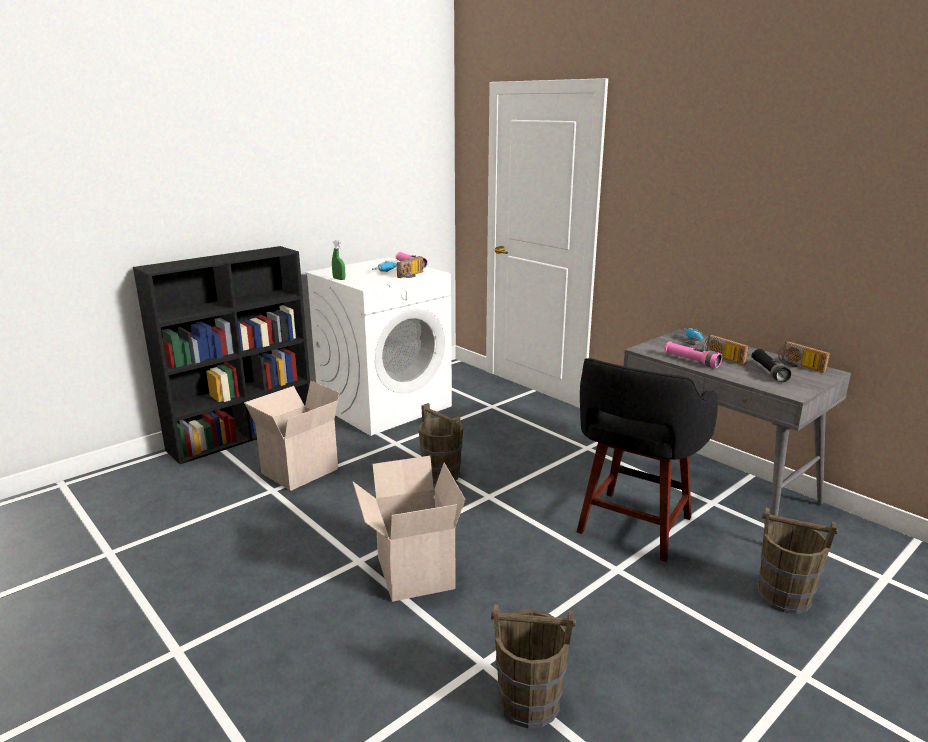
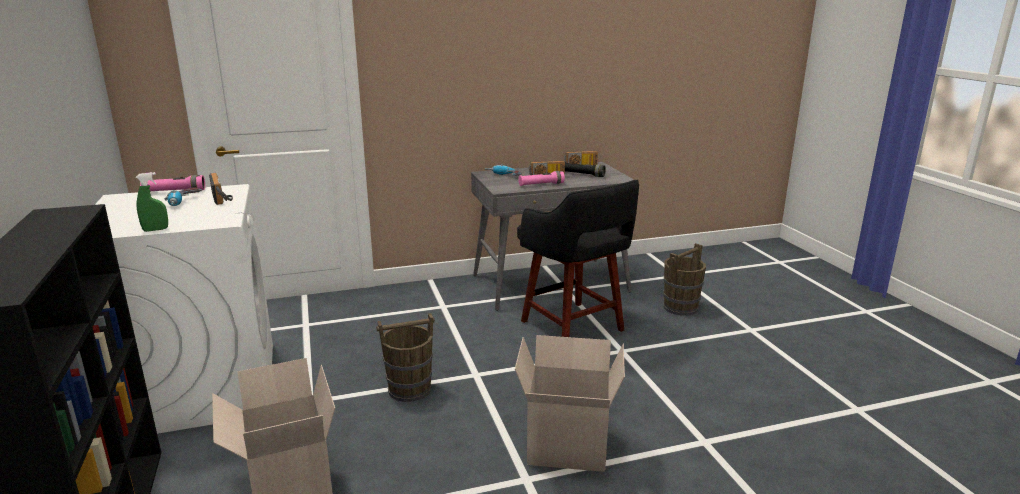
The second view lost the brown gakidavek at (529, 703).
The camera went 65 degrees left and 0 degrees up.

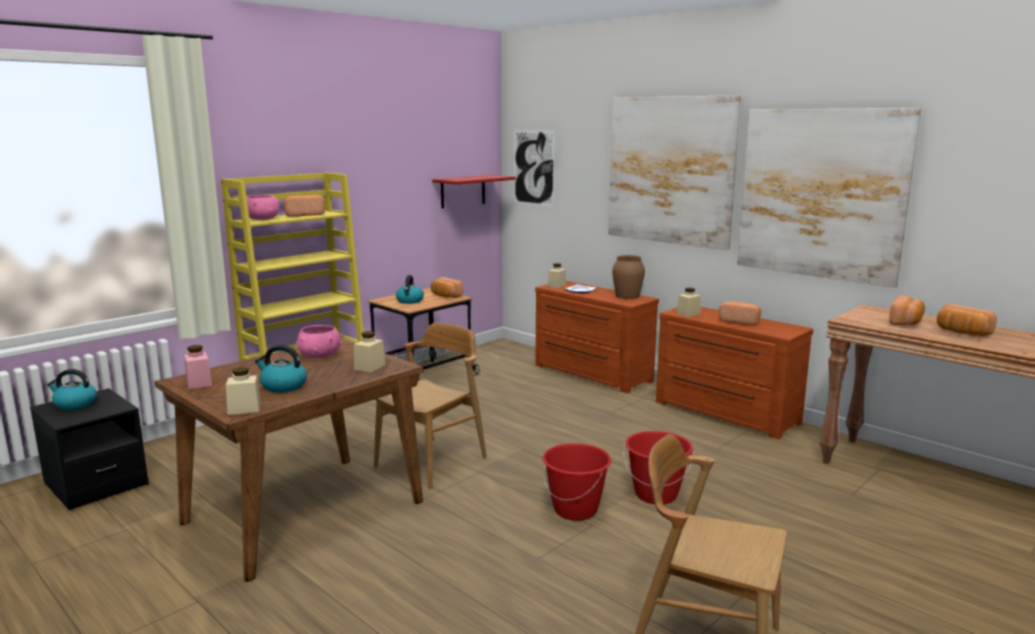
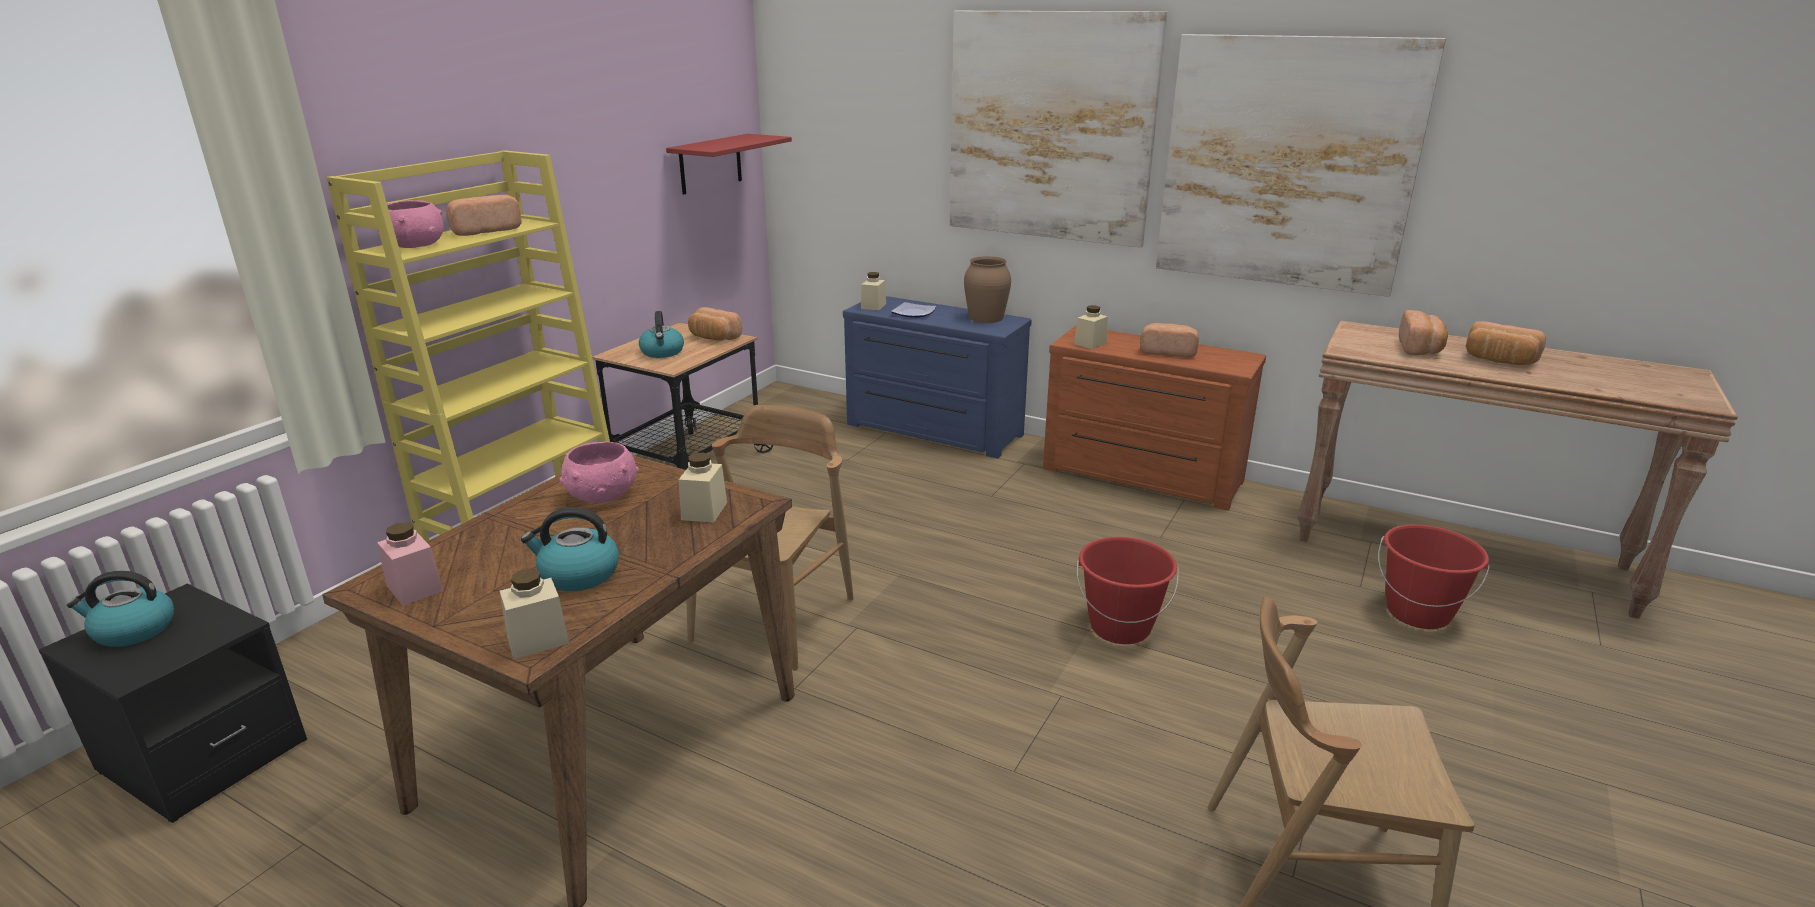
The second view lost the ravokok at (533, 167).
What was the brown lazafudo at (590, 374) turned into the blue lazafudo at (932, 431).
The red gakidavek ended up elsewhere, having gone from (575, 510) to (1418, 613).
The camera went 15 degrees left and 10 degrees up.

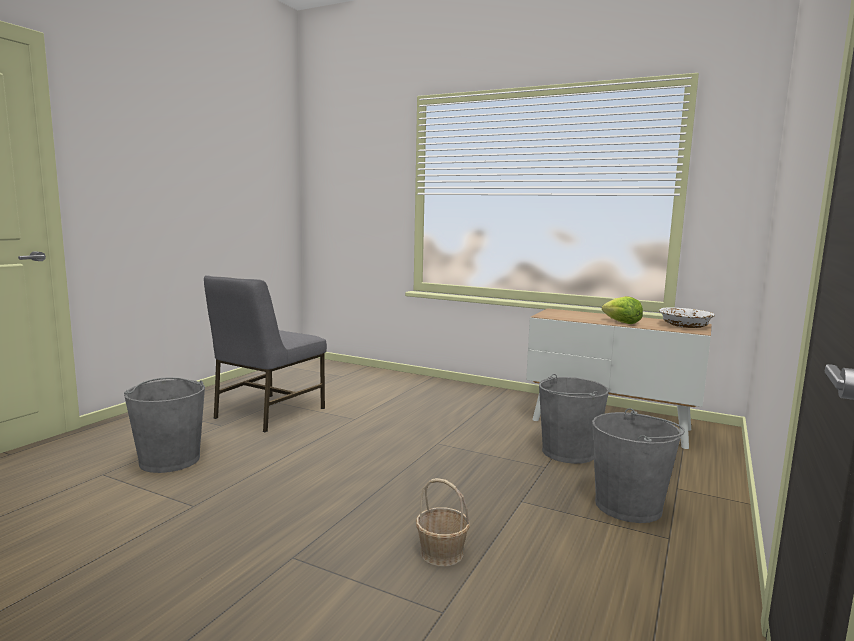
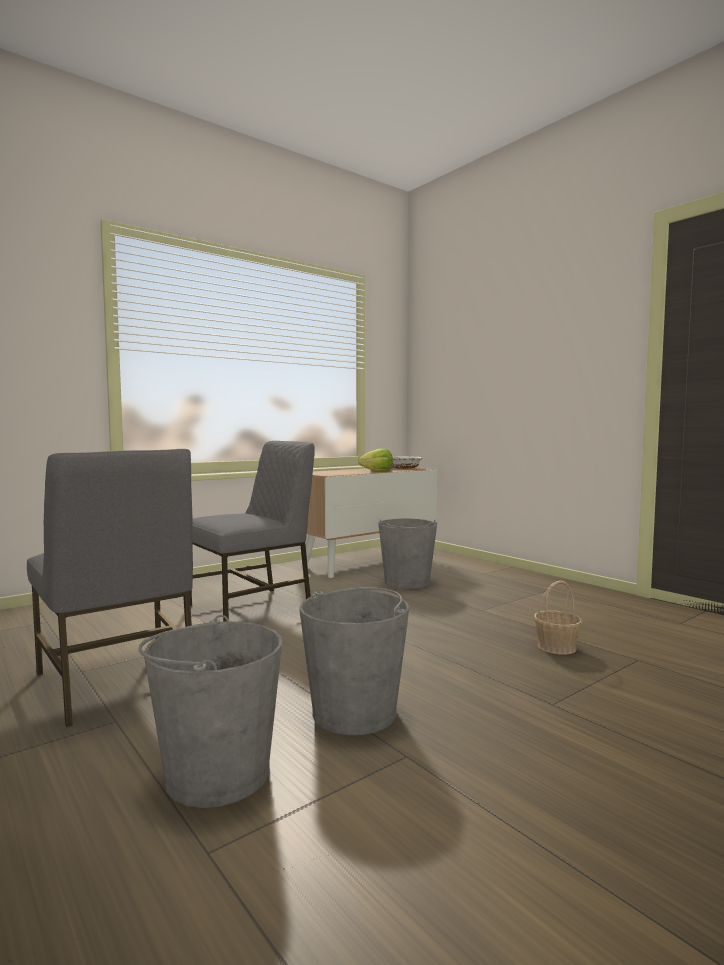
The grey gakidavek ended up elsewhere, having gone from (629, 506) to (355, 712).
The second view gained the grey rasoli at (252, 607).
The camera went 65 degrees left and 5 degrees down.

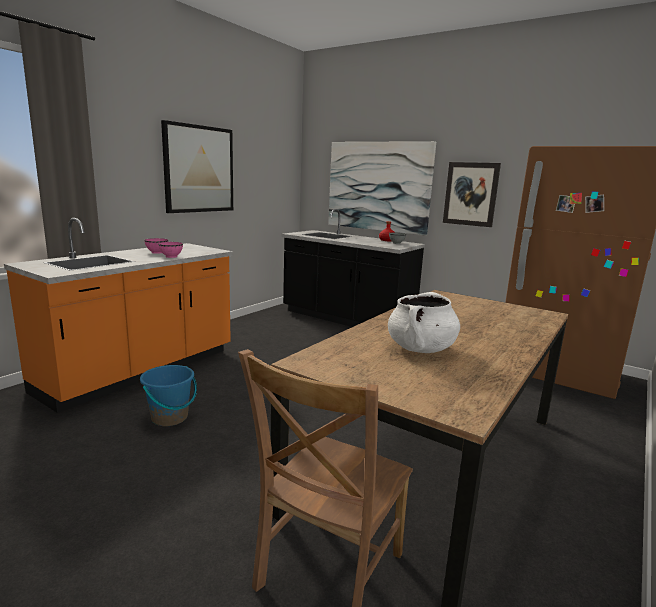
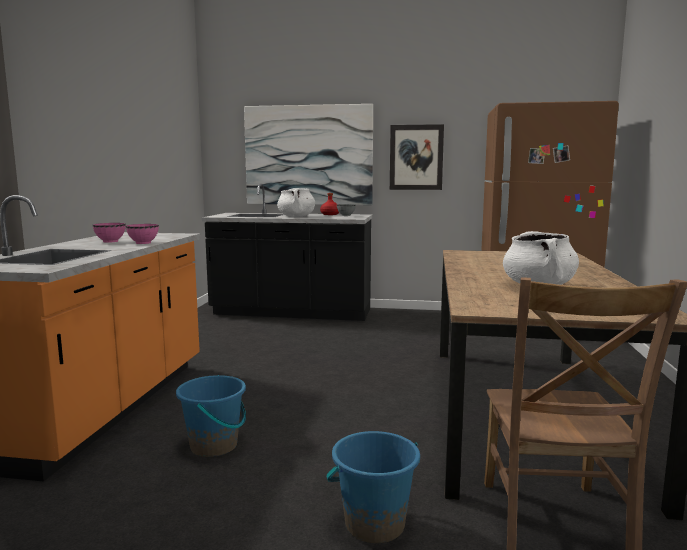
The second view lost the ravokok at (199, 169).
The second view gained the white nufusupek at (296, 217).
The second view gained the blue gakidavek at (374, 524).
The camera went 25 degrees left and 5 degrees down.

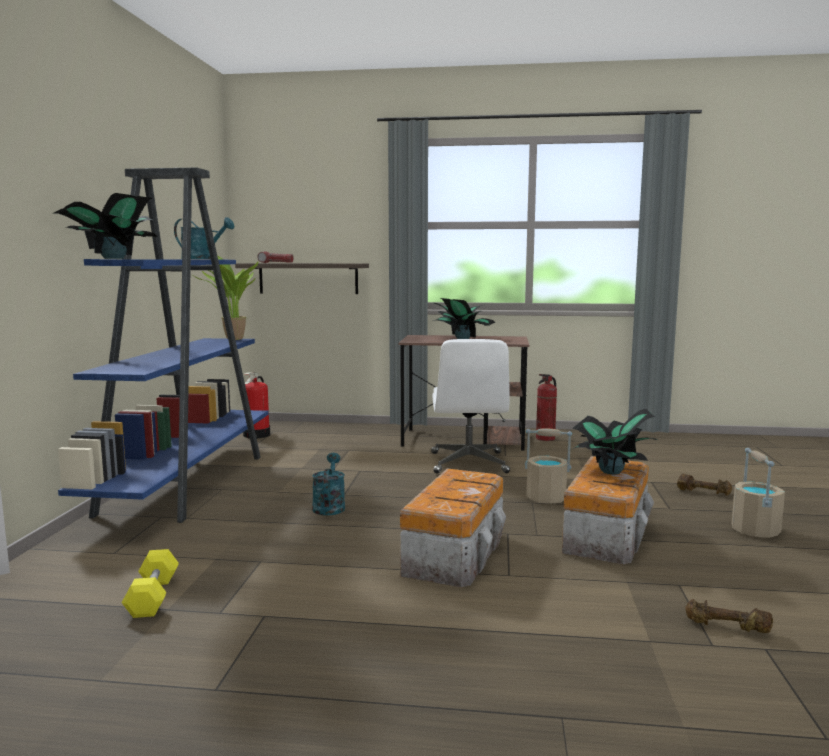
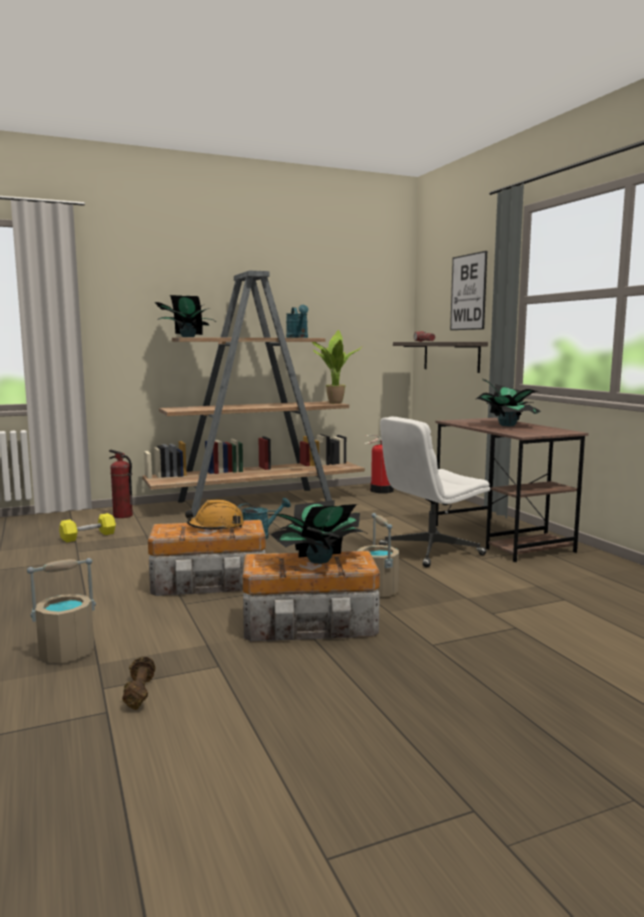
What was the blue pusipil at (187, 483) turned into the brown pusipil at (257, 502).
The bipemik ended up elsewhere, having gone from (545, 438) to (122, 516).
The beige gakidavek ended up elsewhere, having gone from (754, 530) to (67, 652).
The second view lost the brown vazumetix at (703, 492).
The second view gained the ravokok at (468, 292).
The second view gained the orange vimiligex at (216, 527).
The camera went 60 degrees right and 0 degrees up.

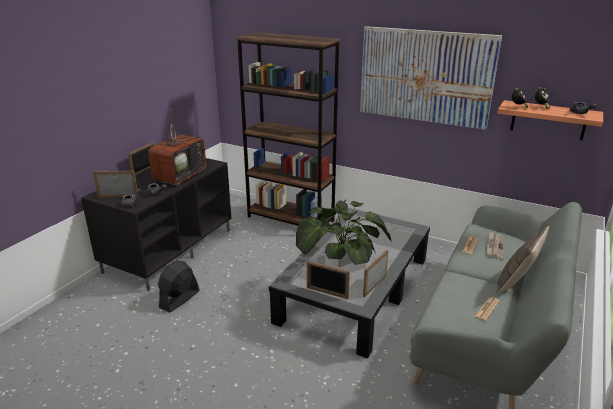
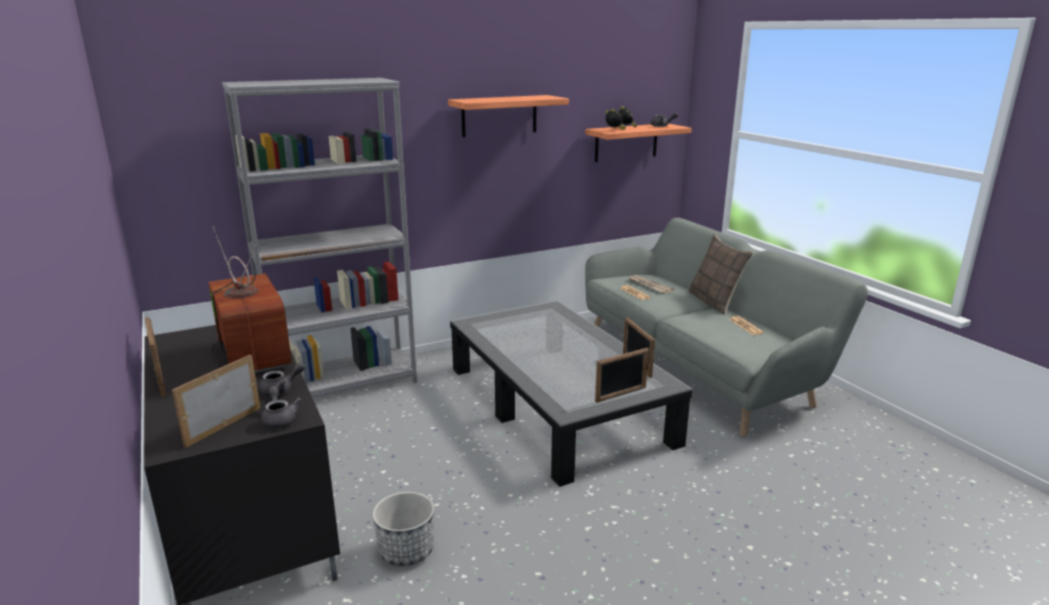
Where the ravokok hung at (425, 76), the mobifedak came to hang at (499, 115).
What was the brown pusipil at (291, 219) turned into the grey pusipil at (344, 385).
The second view lost the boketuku at (341, 259).
Where the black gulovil stood at (179, 299), the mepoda came to stand at (407, 551).
The camera went 55 degrees left and 5 degrees down.

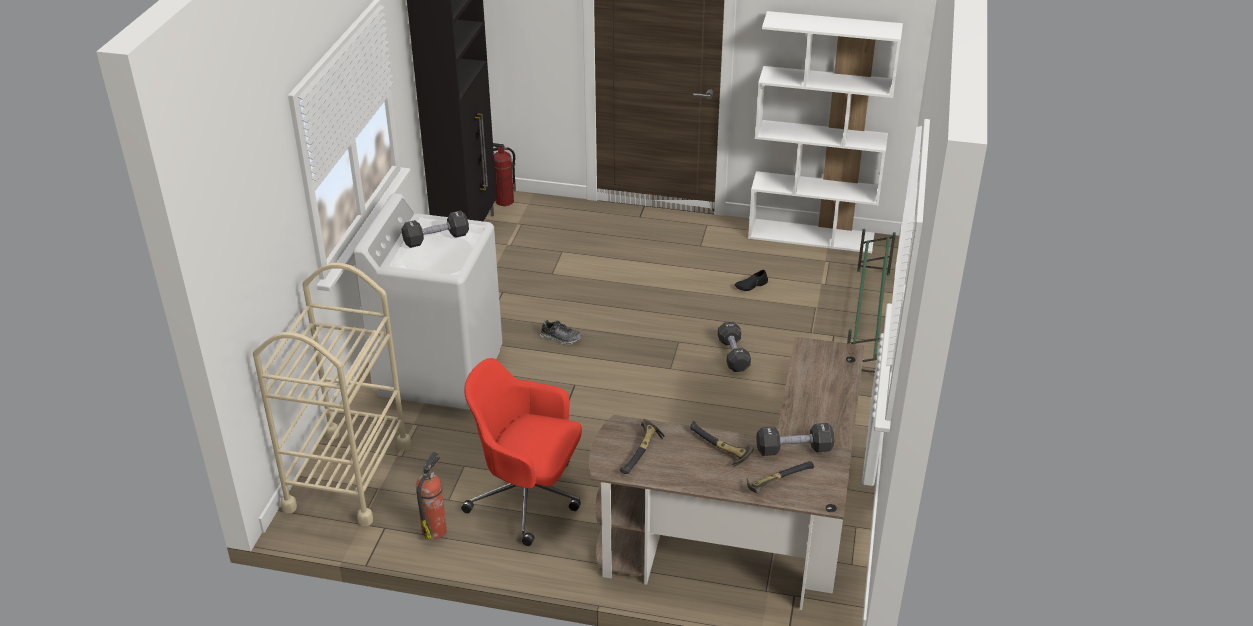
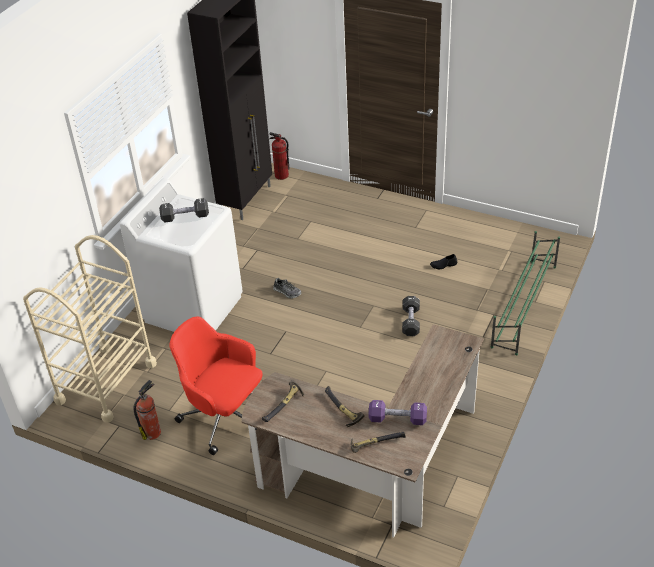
The second view lost the white pusipil at (812, 236).
What was the black vazumetix at (794, 449) turned into the purple vazumetix at (397, 419).
The camera went 15 degrees right and 5 degrees up.

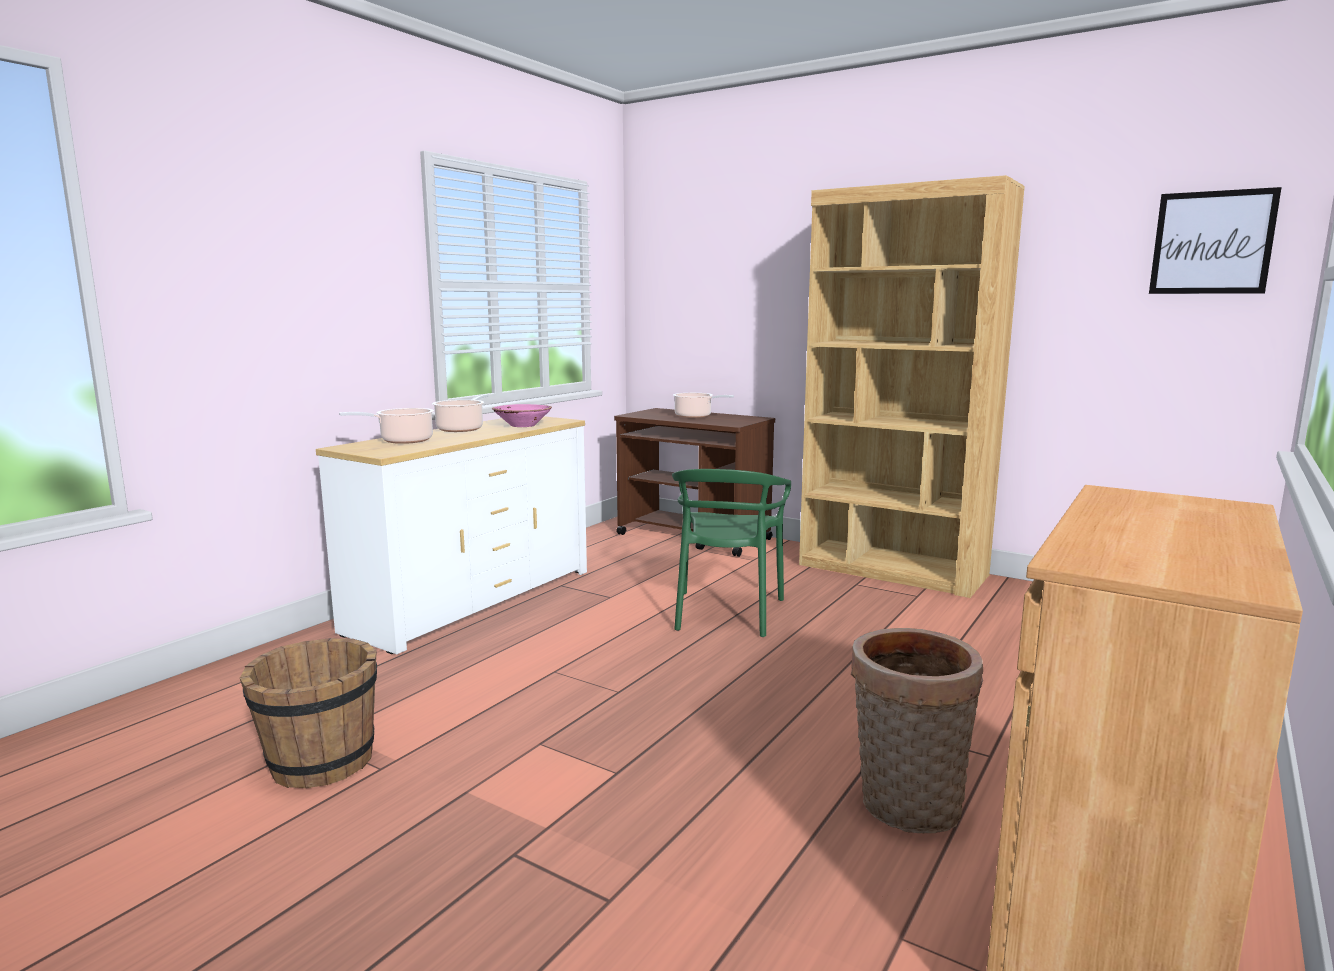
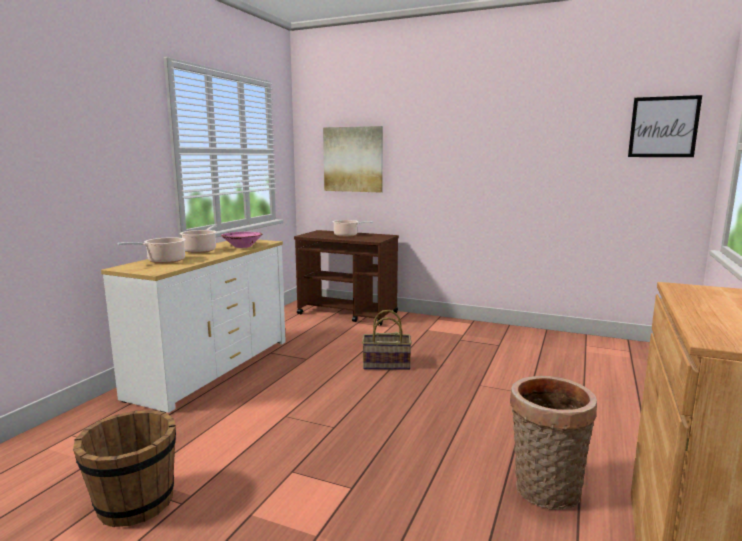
The second view lost the brown pusipil at (892, 570).
Where the green rasoli stood at (726, 613), the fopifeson came to stand at (386, 365).
The second view gained the ravokok at (353, 159).
The camera went 10 degrees left and 0 degrees up.

